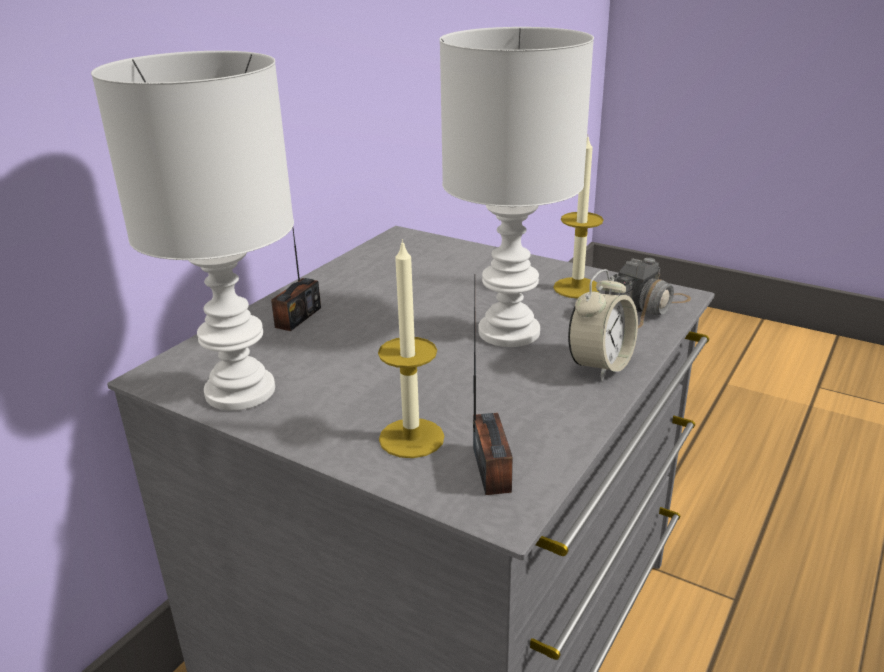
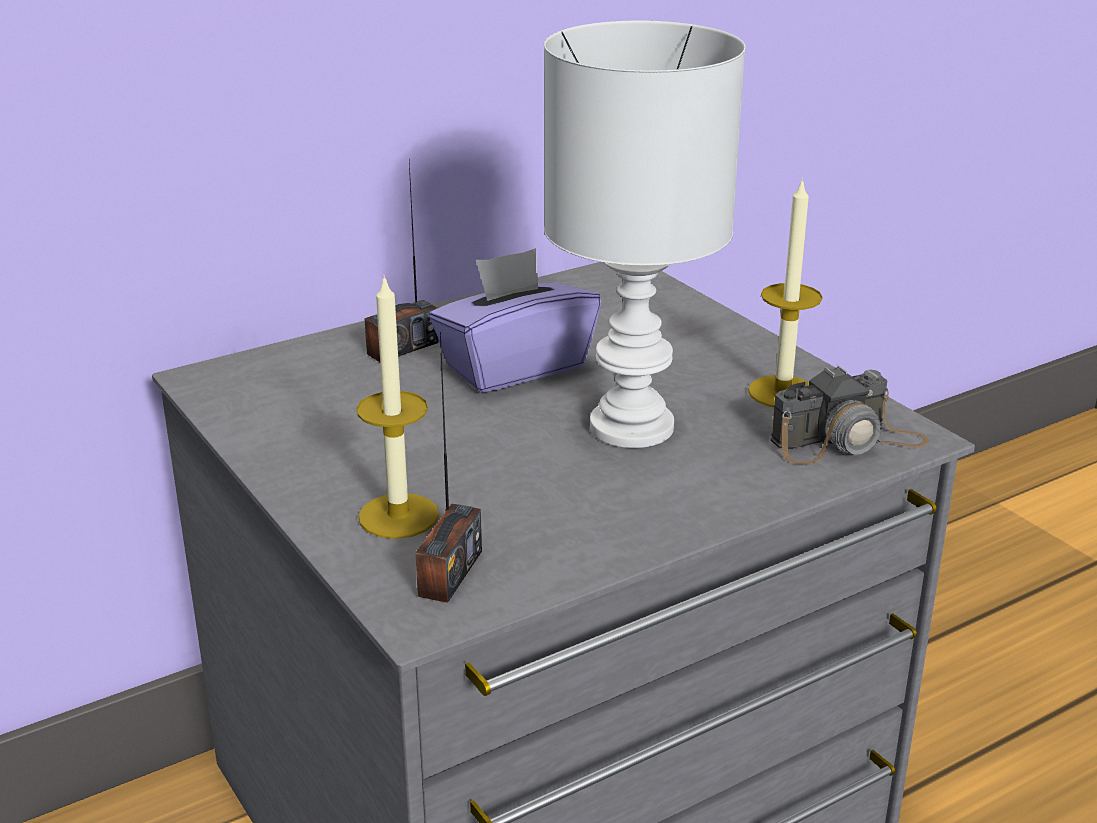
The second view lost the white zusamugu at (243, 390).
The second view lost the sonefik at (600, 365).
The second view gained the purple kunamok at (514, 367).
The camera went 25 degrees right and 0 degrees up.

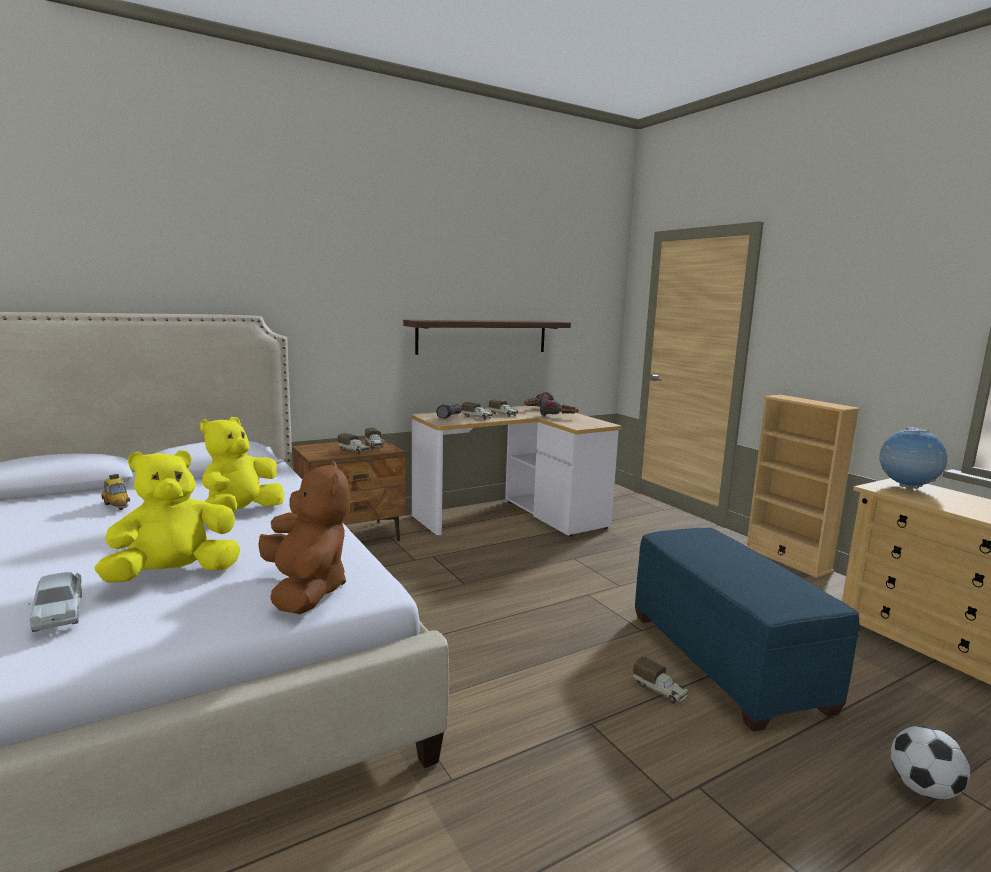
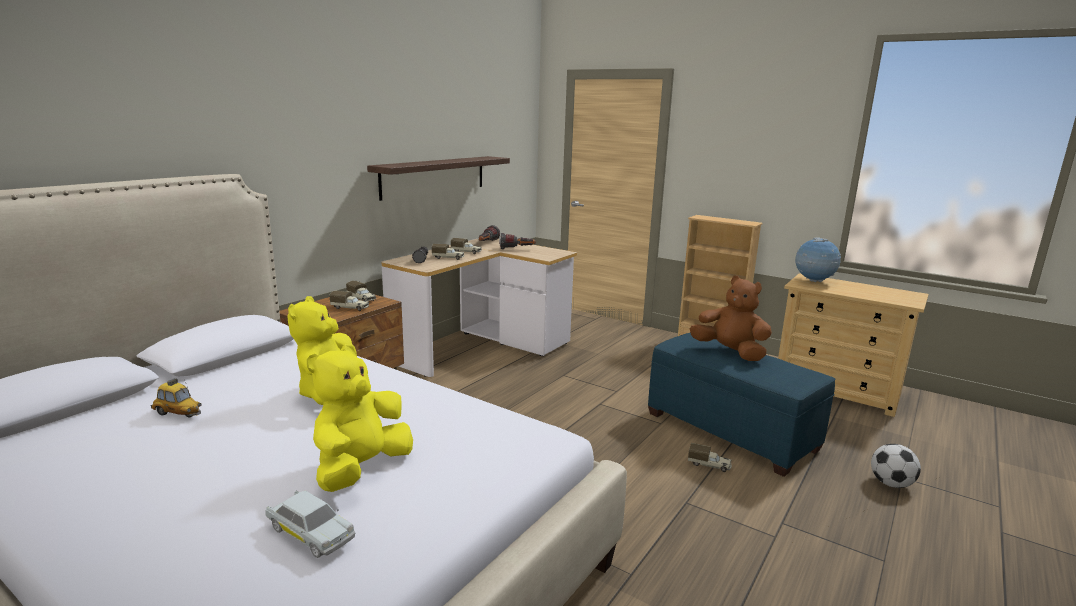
The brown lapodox ended up elsewhere, having gone from (305, 590) to (730, 352).
The camera went 25 degrees left and 5 degrees up.

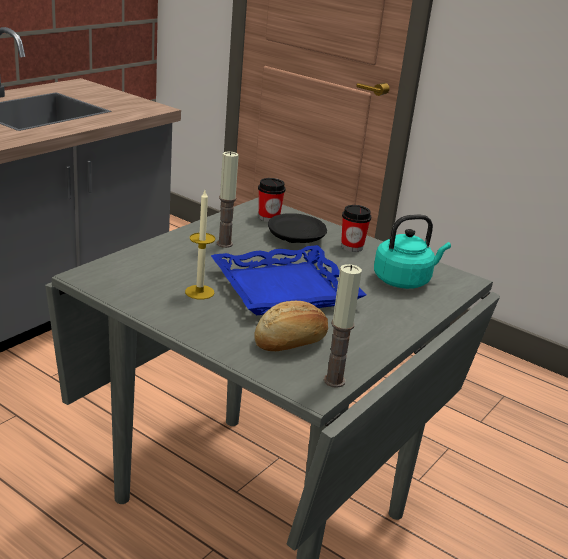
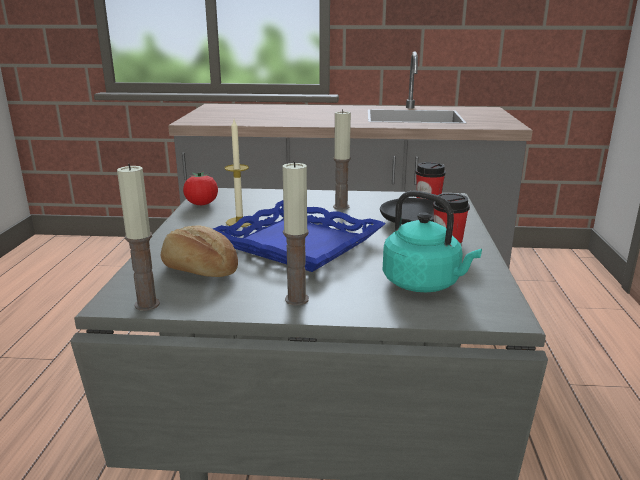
The second view gained the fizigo at (296, 299).
The second view gained the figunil at (201, 204).
The camera went 60 degrees right and 5 degrees down.

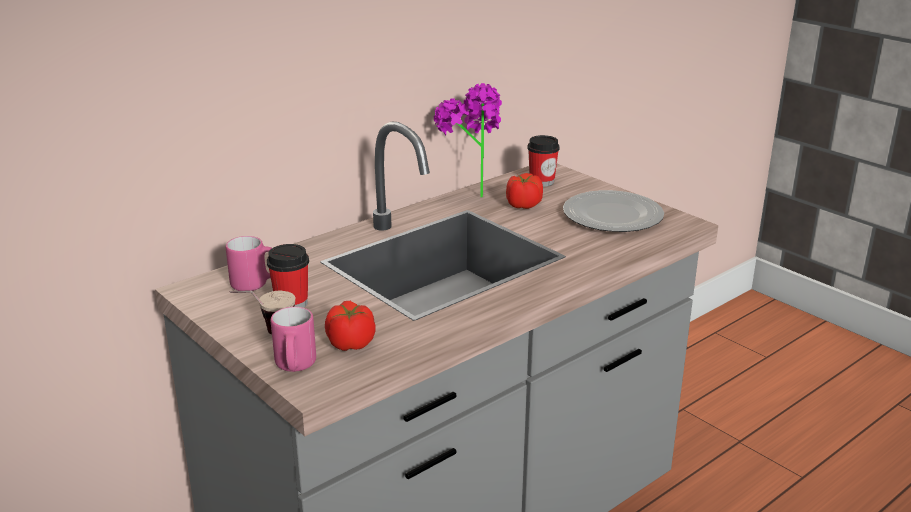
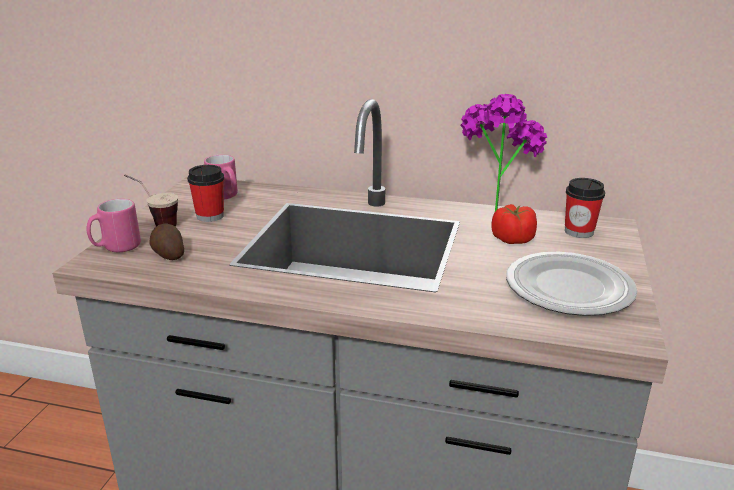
Where the figunil stood at (351, 343), the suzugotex came to stand at (168, 254).
The camera went 55 degrees right and 0 degrees up.

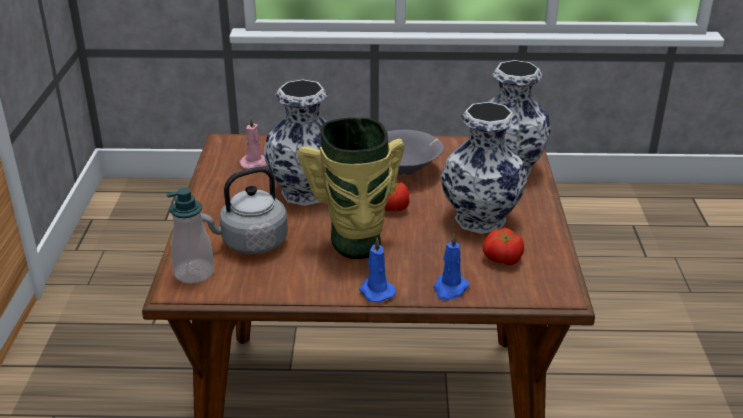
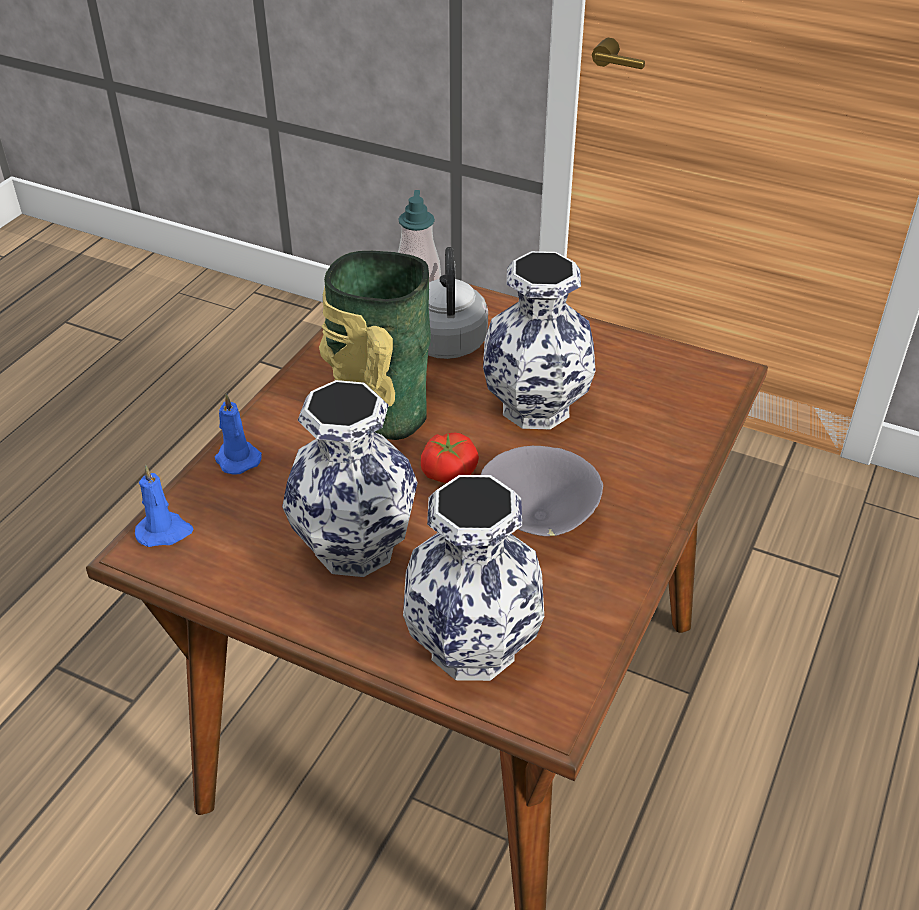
The second view lost the pink fizigo at (256, 163).
The second view lost the figunil at (502, 258).
The blue fizigo ended up elsewhere, having gone from (376, 291) to (165, 532).
The camera went 115 degrees right and 10 degrees up.

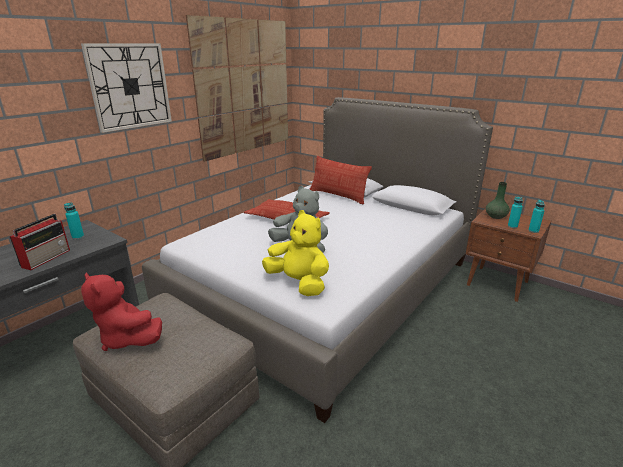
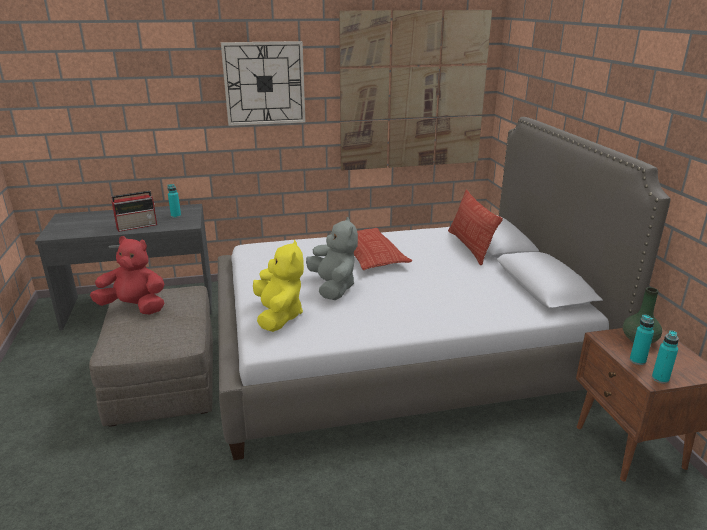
The red lapodox at (128, 338) ended up facing another way, 105 degrees clockwise from before.
The camera went 40 degrees right and 0 degrees up.

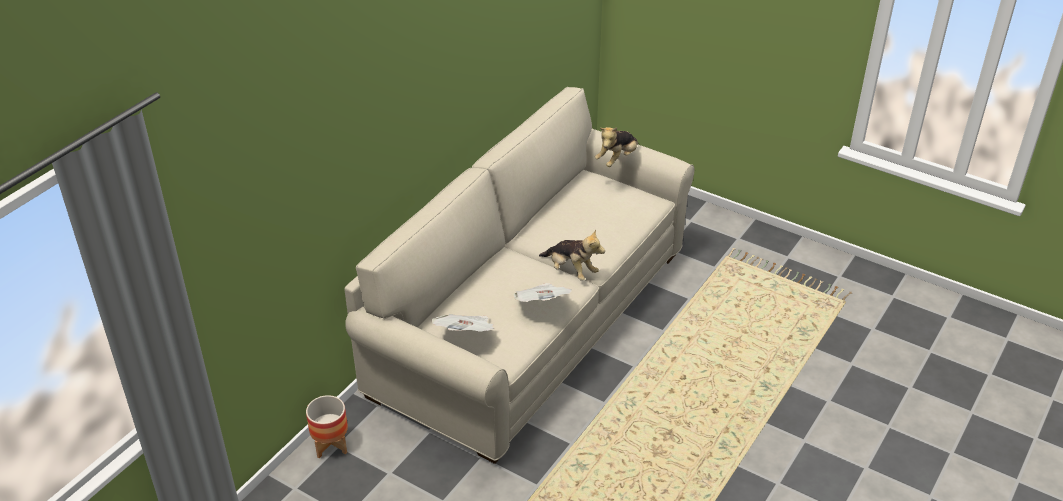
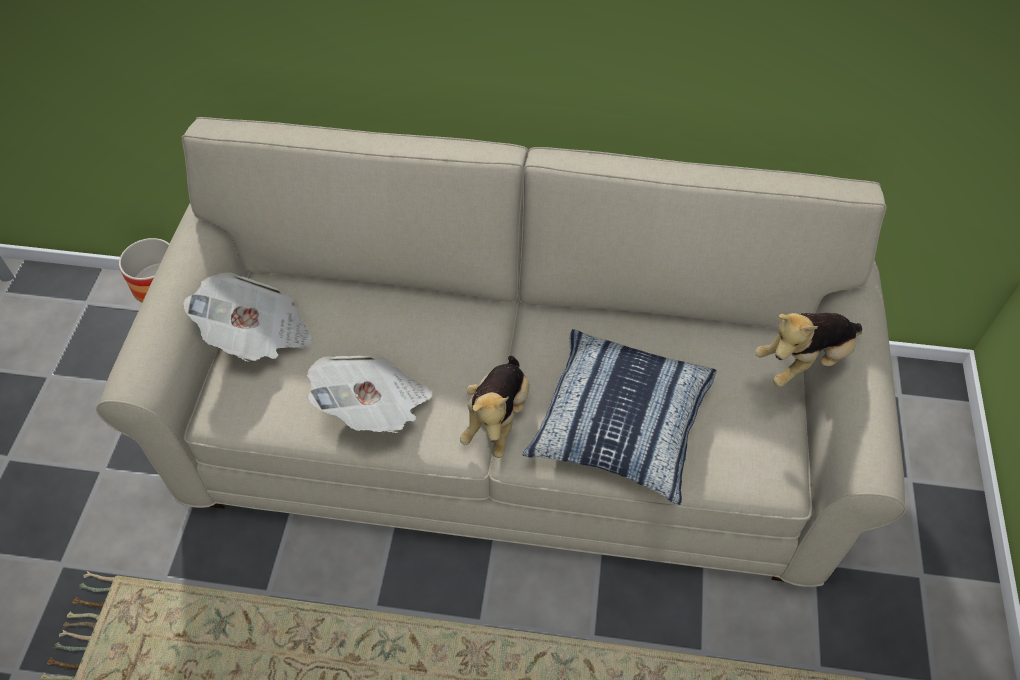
The lapodox at (617, 159) ended up facing another way, 45 degrees counterclockwise from before.
The second view gained the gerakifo at (620, 424).
The camera went 65 degrees right and 15 degrees up.

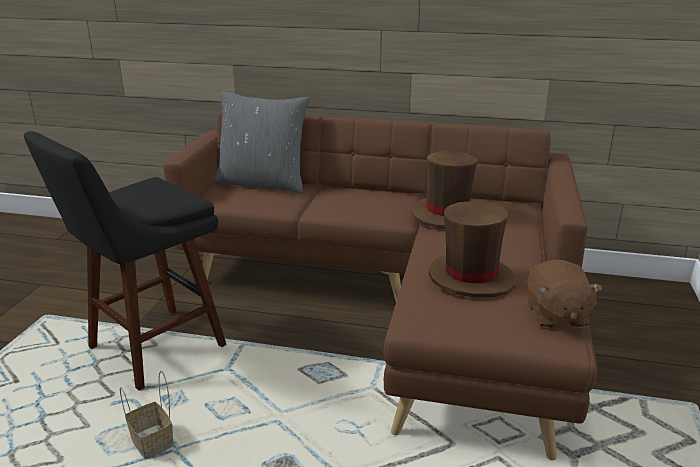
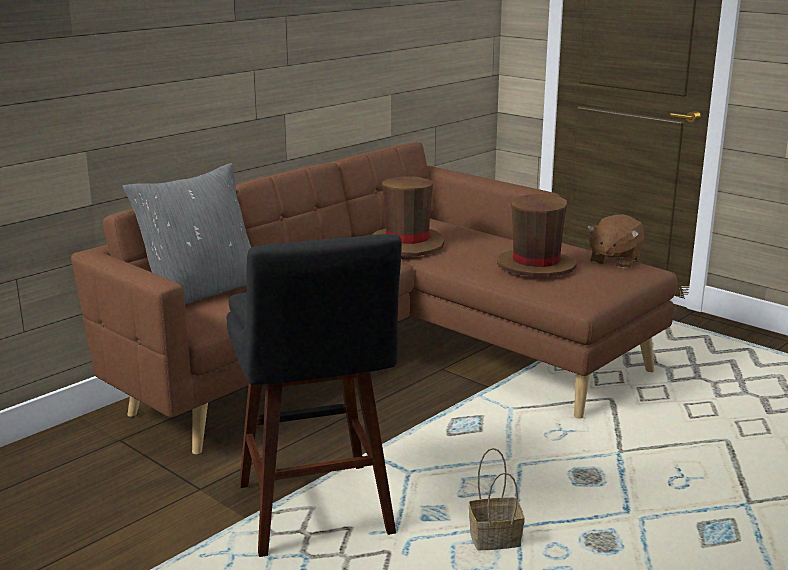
The brown lapodox at (555, 315) ended up facing another way, 90 degrees clockwise from before.
The camera went 60 degrees left and 5 degrees down.

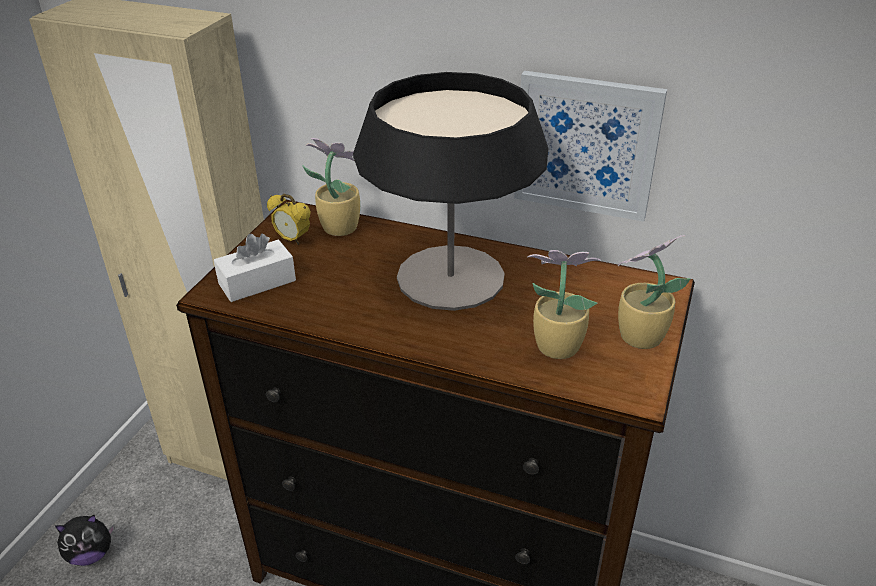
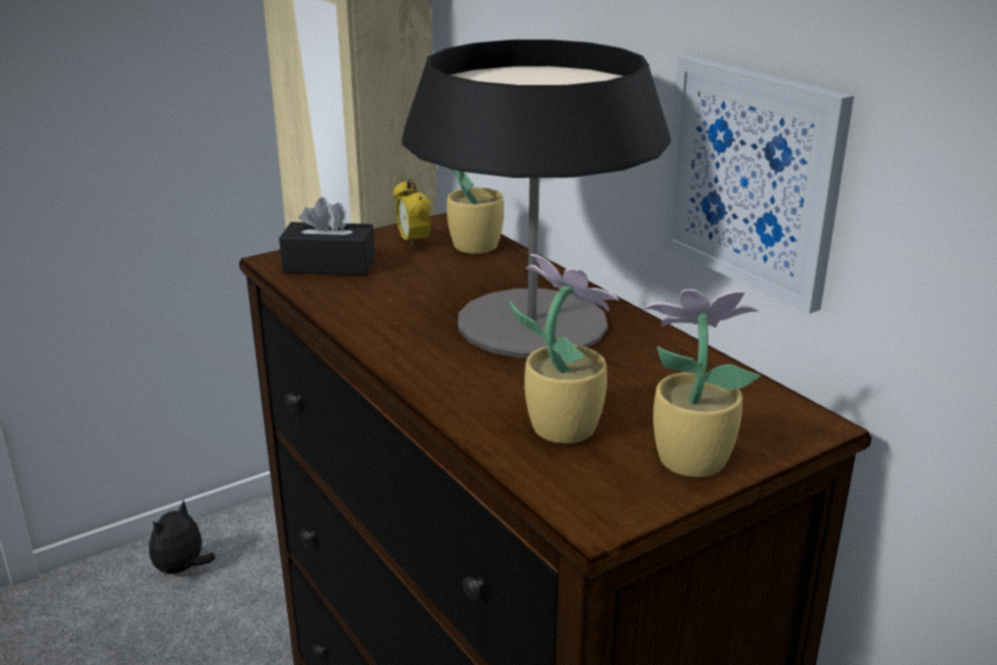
What was the white kunamok at (257, 282) turned into the black kunamok at (329, 265).
The lapodox at (91, 554) ended up facing another way, 105 degrees clockwise from before.
The camera went 35 degrees right and 10 degrees down.

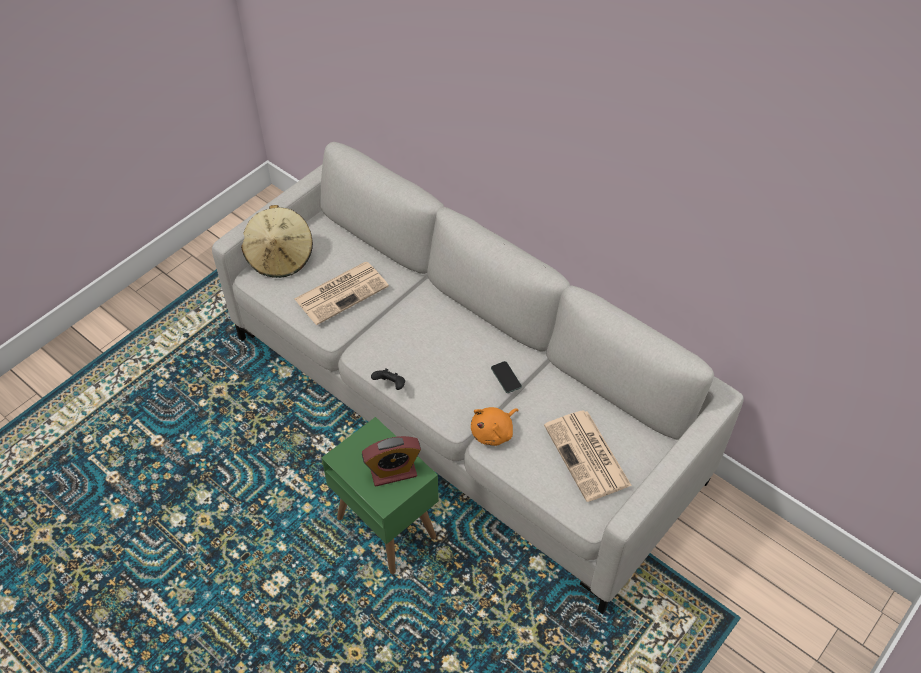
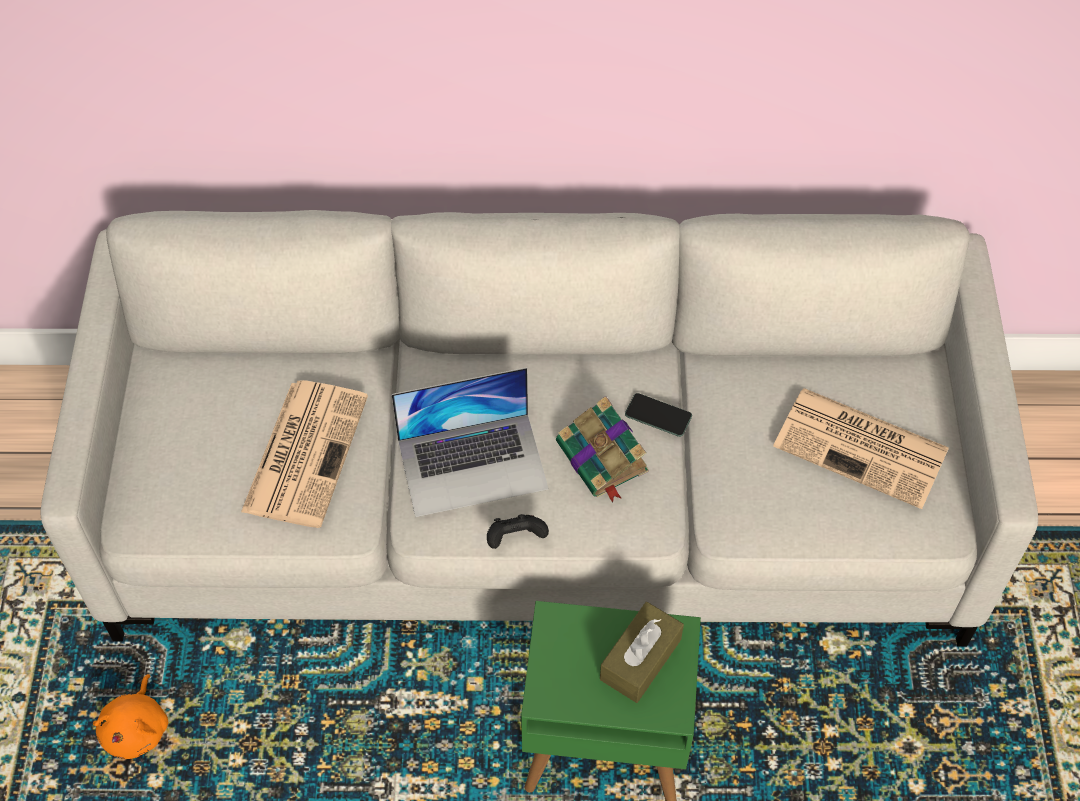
The second view lost the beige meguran at (280, 257).
The orange lapodox ended up elsewhere, having gone from (494, 432) to (137, 729).
Where the sonefik stood at (393, 472), the brown kunamok came to stand at (640, 659).
The second view gained the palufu at (473, 464).
The second view gained the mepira at (603, 459).
The camera went 40 degrees left and 5 degrees up.

